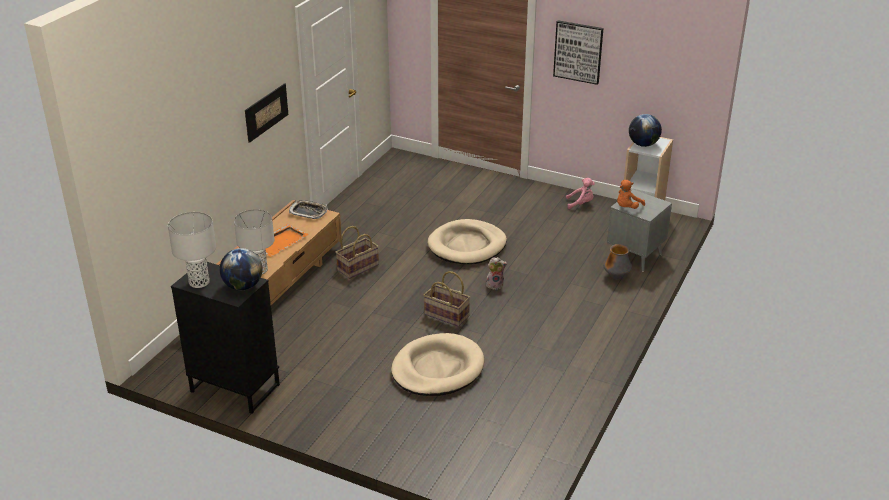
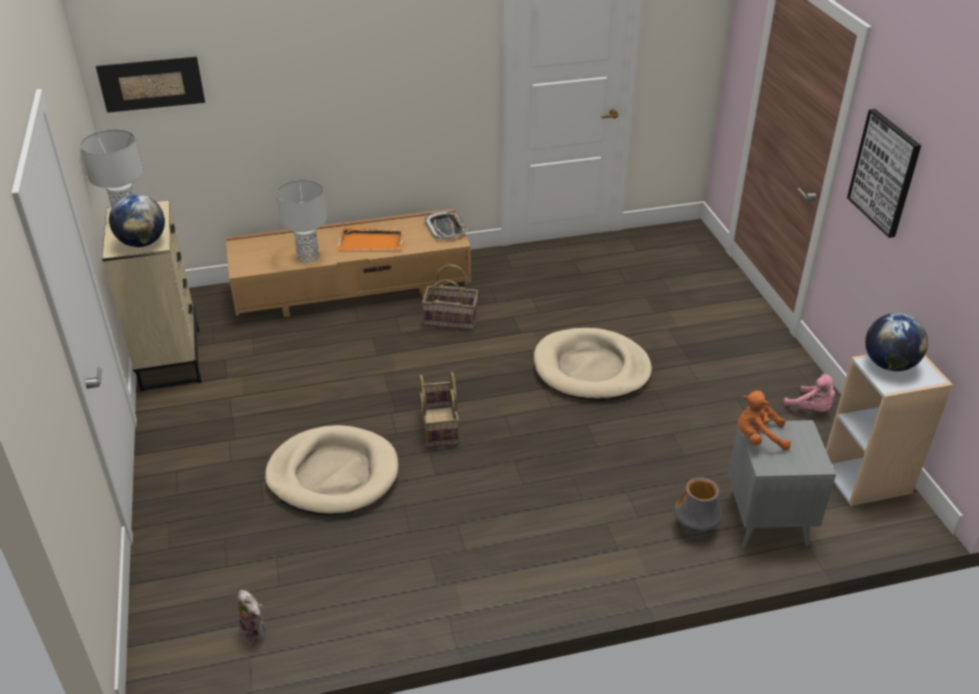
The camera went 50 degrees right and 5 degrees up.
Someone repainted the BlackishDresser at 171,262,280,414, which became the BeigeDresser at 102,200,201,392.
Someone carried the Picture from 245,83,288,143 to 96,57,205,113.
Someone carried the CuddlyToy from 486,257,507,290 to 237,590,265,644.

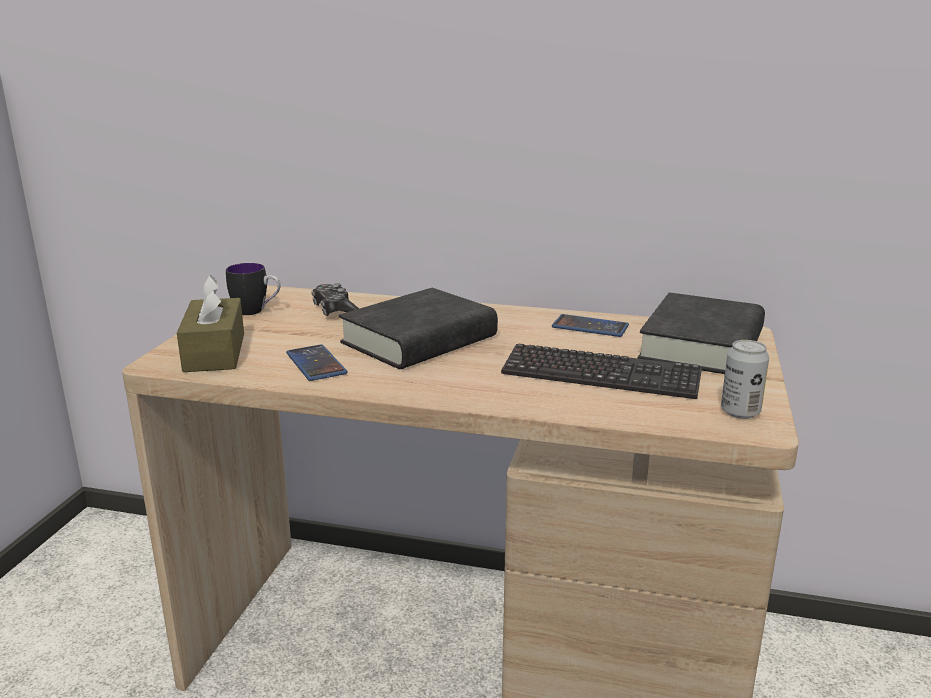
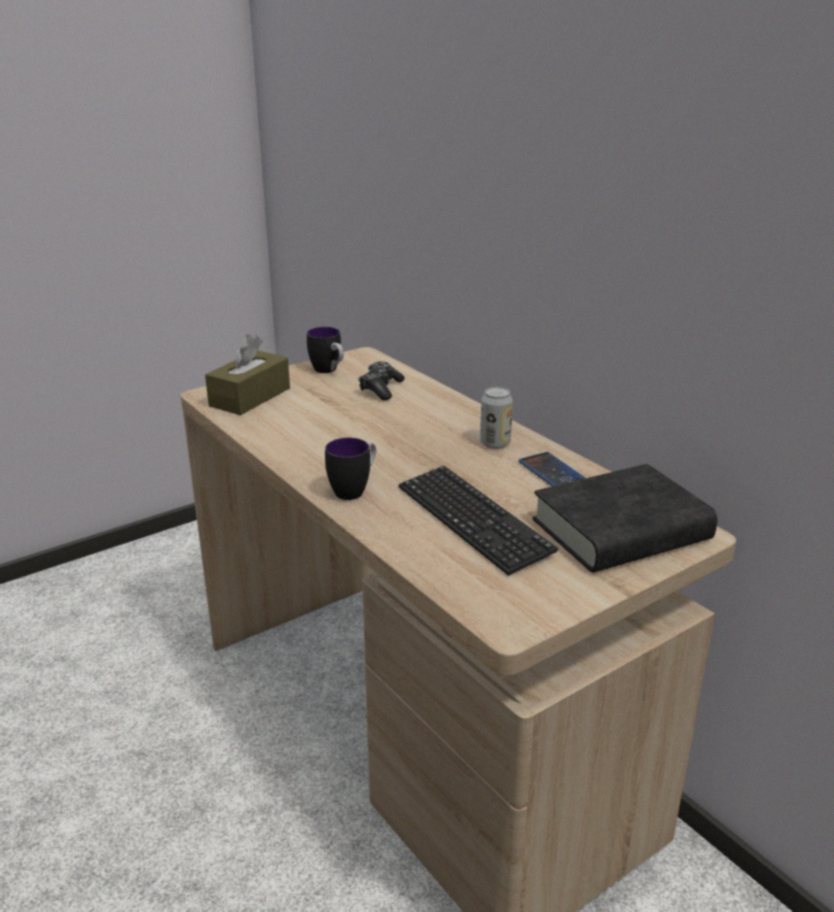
The camera went 40 degrees right and 5 degrees up.
Someone took away the Telephone at 286,344,348,381.
Someone took away the BlackishVolume at 339,288,498,369.
Someone carried the SealedCan from 721,340,769,419 to 480,387,513,449.
Someone put down the Mug at 325,438,376,500.

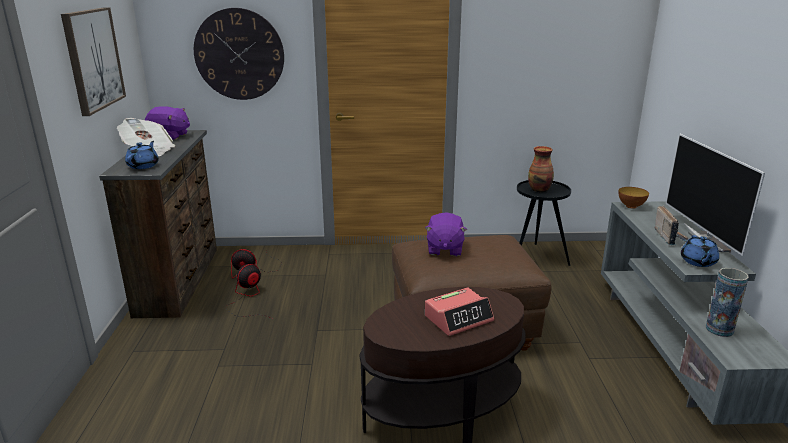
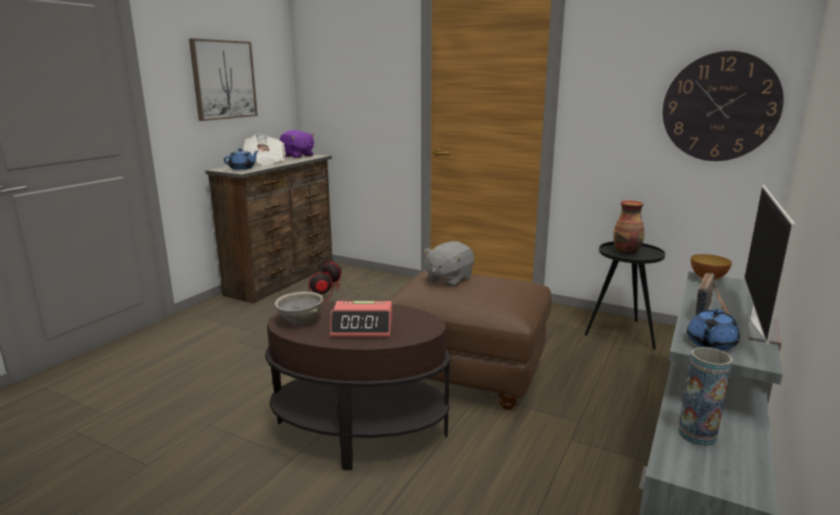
The camera went 30 degrees right and 5 degrees down.
Someone carried the HangingClock from 194,8,284,100 to 663,51,784,161.
Someone repainted the PurplishCuddlyToy at 425,212,467,256, which became the GreyCuddlyToy at 423,241,474,287.
Someone put down the GreyBowl at 275,292,323,324.

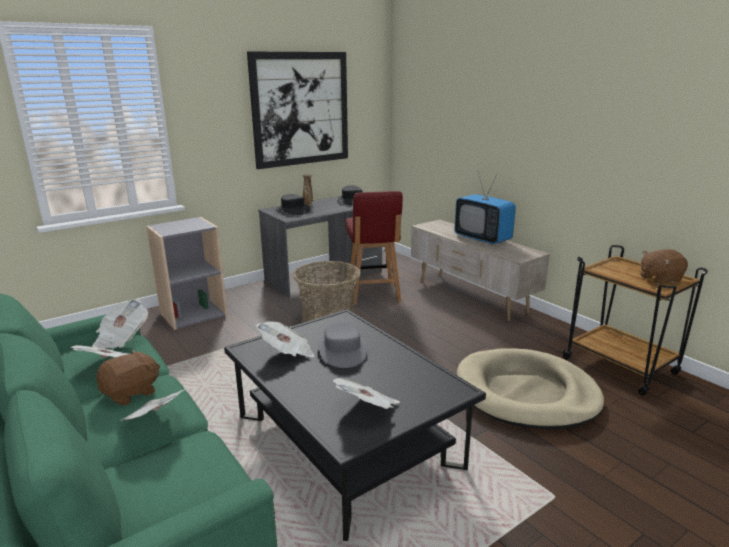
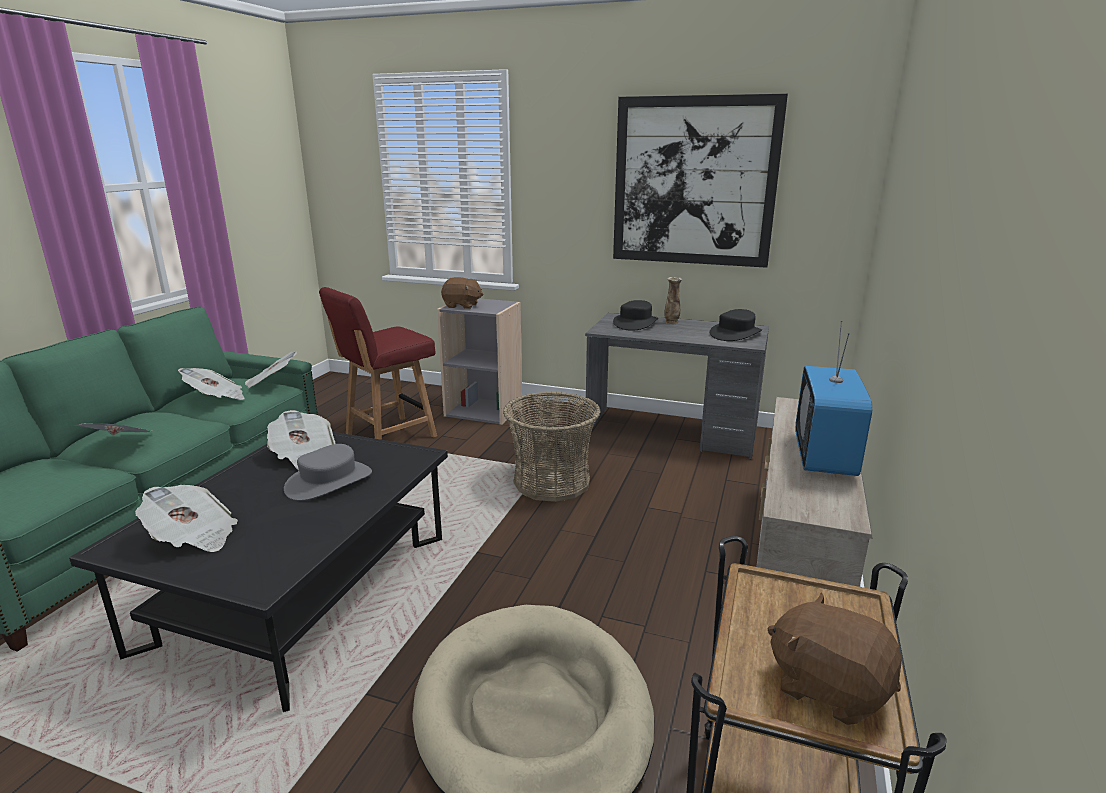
The camera went 55 degrees right and 0 degrees up.
Someone carried the BrownCuddlyToy from 96,350,160,405 to 441,277,483,309.
Someone carried the ReddishPlainChair from 346,191,403,305 to 319,287,437,440.

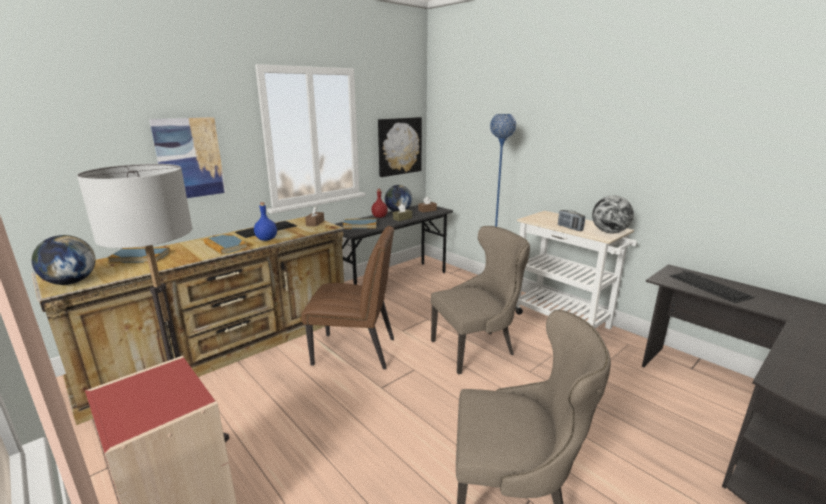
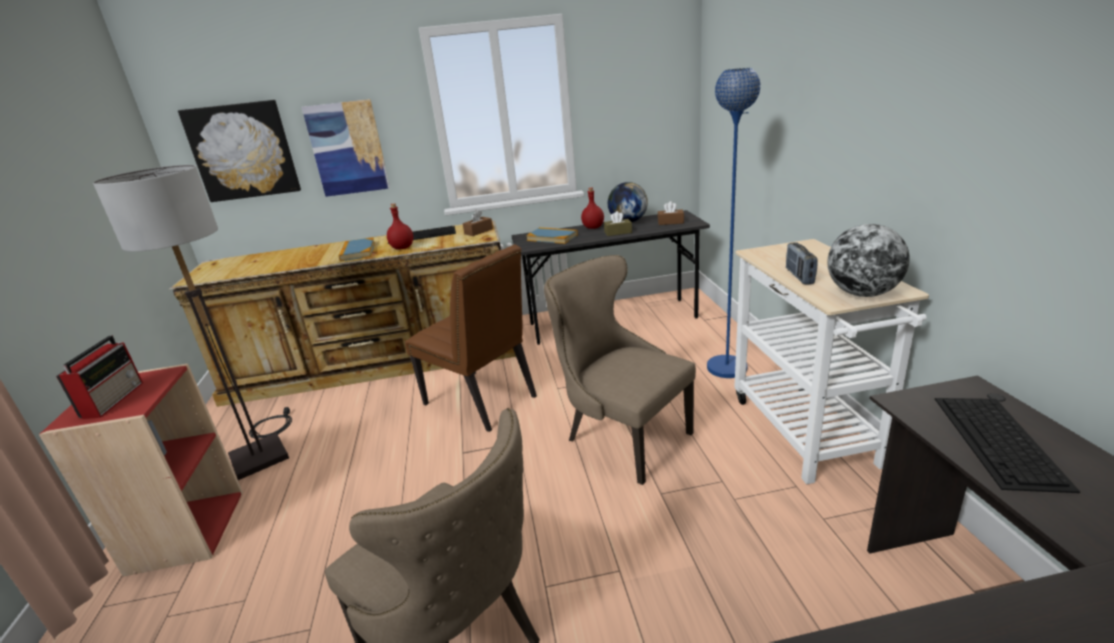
The camera went 35 degrees right and 5 degrees up.
Someone took away the WorldGlobe at 32,235,96,285.
Someone took away the Volume at 108,247,170,263.
Someone repainted the BlueBeverageBottle at 254,202,277,241, which became the ReddishBeverageBottle at 387,203,413,250.
Someone carried the Picture from 378,117,422,177 to 178,100,301,202.
Someone rotated the BeigePlainChair at 431,226,530,375 by 150 degrees counterclockwise.
Someone put down the RadioReceiver at 56,335,143,419.

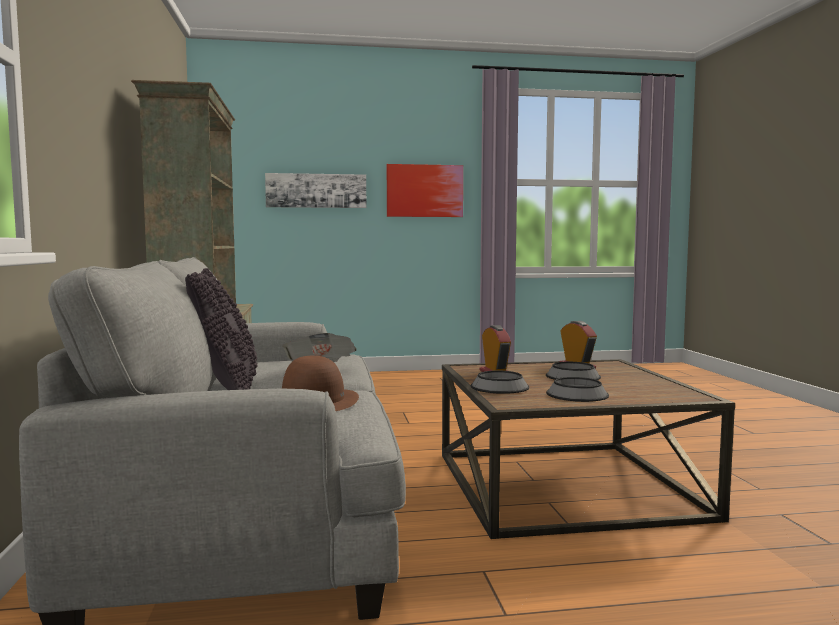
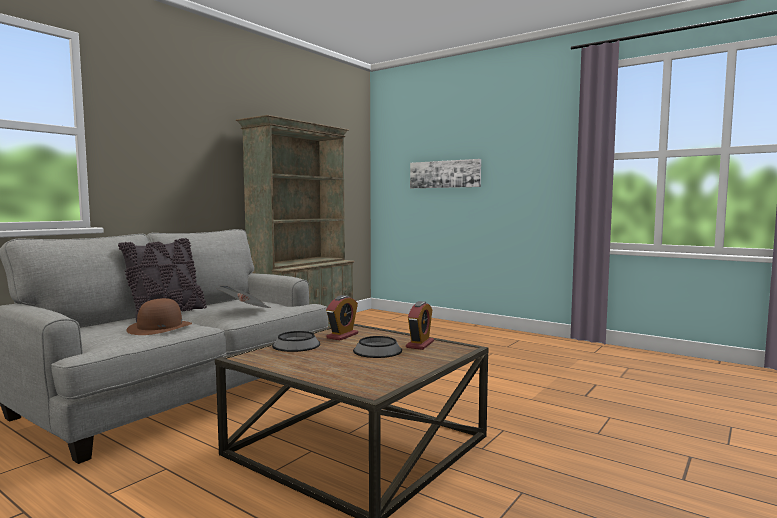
The camera went 45 degrees right and 0 degrees up.
Someone took away the Picture at 387,164,463,217.
Someone took away the Bowl at 546,377,609,402.

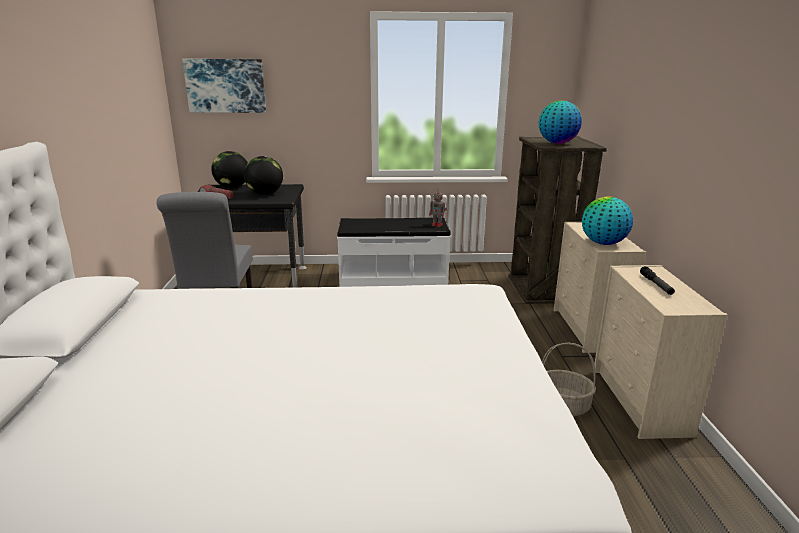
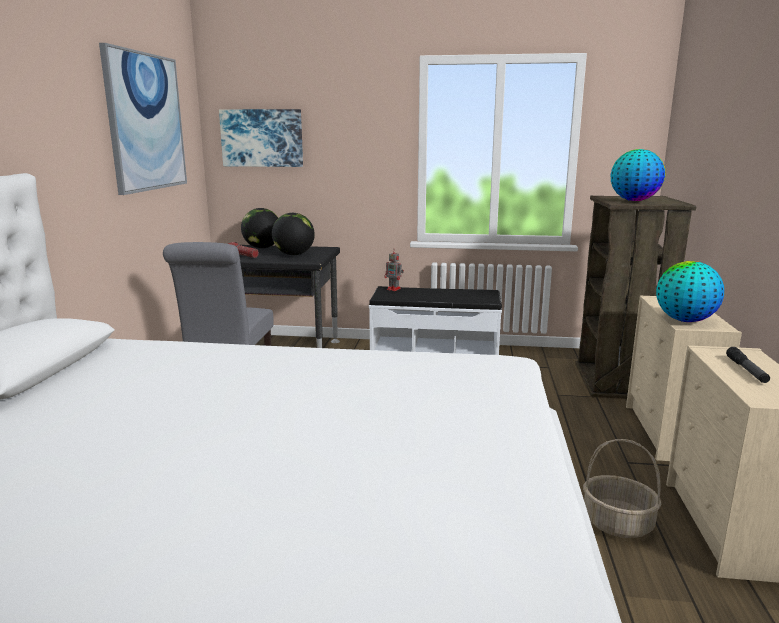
The camera went 10 degrees right and 5 degrees down.
Someone carried the RobotFigure from 429,191,447,227 to 384,251,404,291.
Someone put up the Picture at 99,43,187,195.

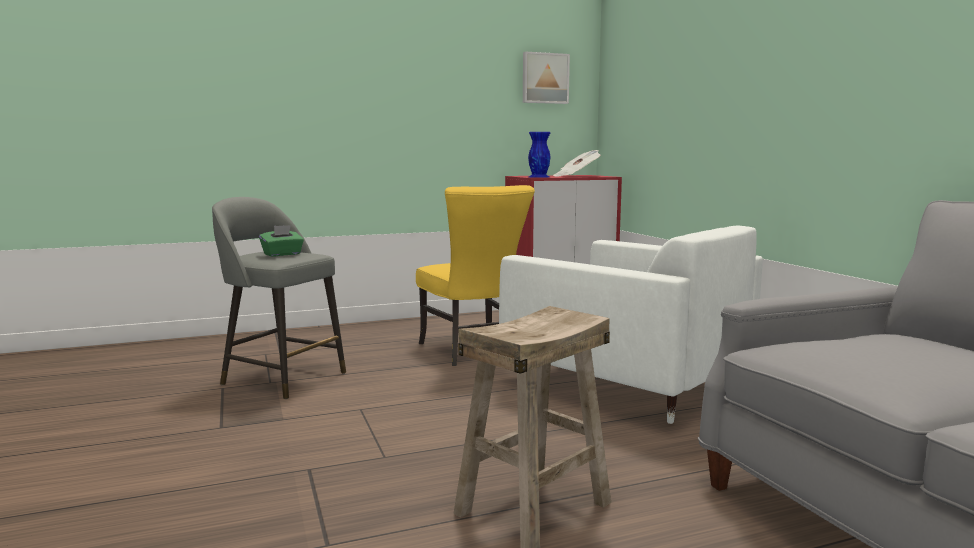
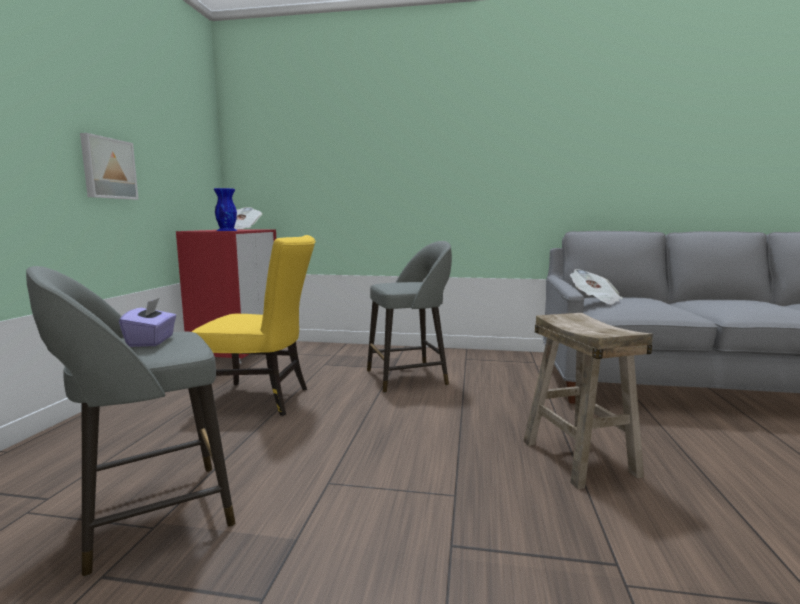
The camera went 60 degrees left and 0 degrees up.
Someone repainted the GreenTissueHolder at 259,225,304,256, which became the PurplishTissueHolder at 119,298,176,347.
Someone swapped the WhiteColouredArmchair at 499,225,763,424 for the GreyStoolSeat at 367,241,452,393.
Someone carried the Picture from 523,52,570,104 to 80,133,139,200.
Someone put down the PrintedPaper at 570,269,622,305.

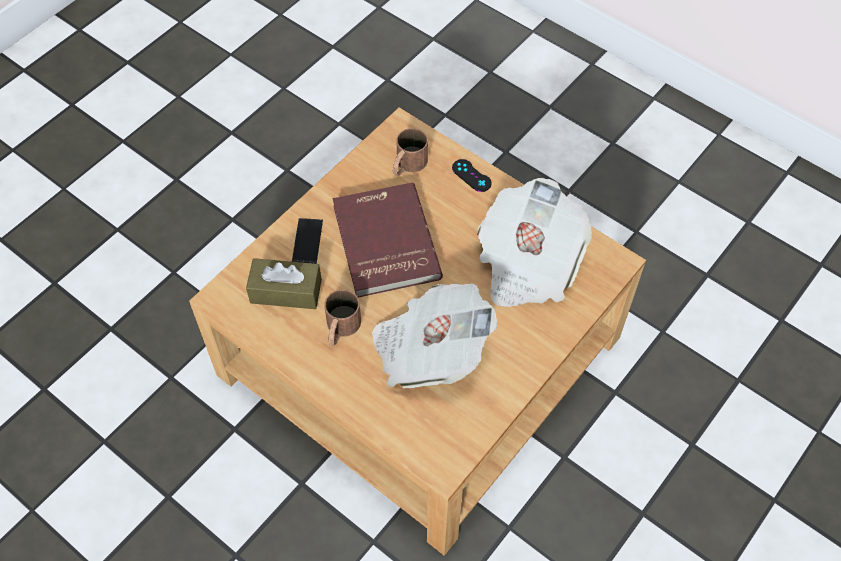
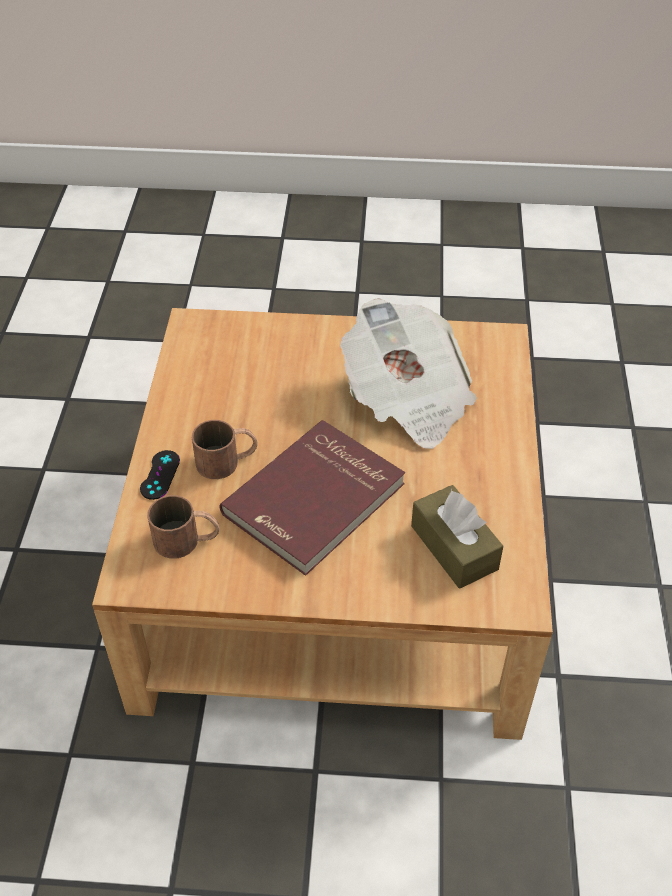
The camera went 125 degrees left and 10 degrees down.
Someone took away the Telephone at 292,218,323,264.
Someone carried the BrownMug from 324,289,361,346 to 192,420,257,479.
Someone took away the PrintedPaper at 477,178,592,307.

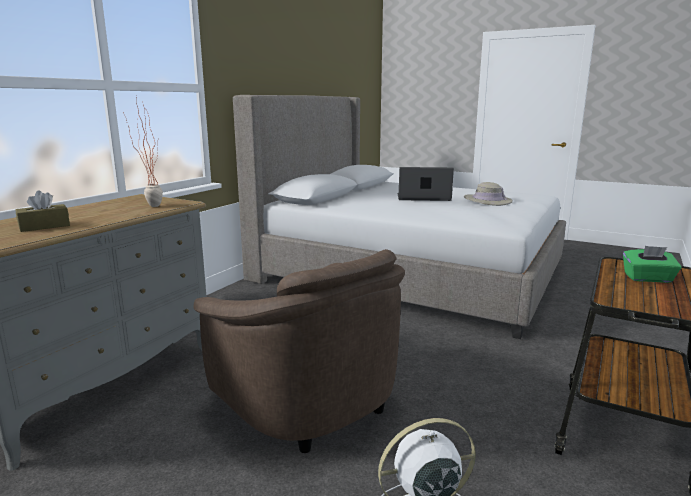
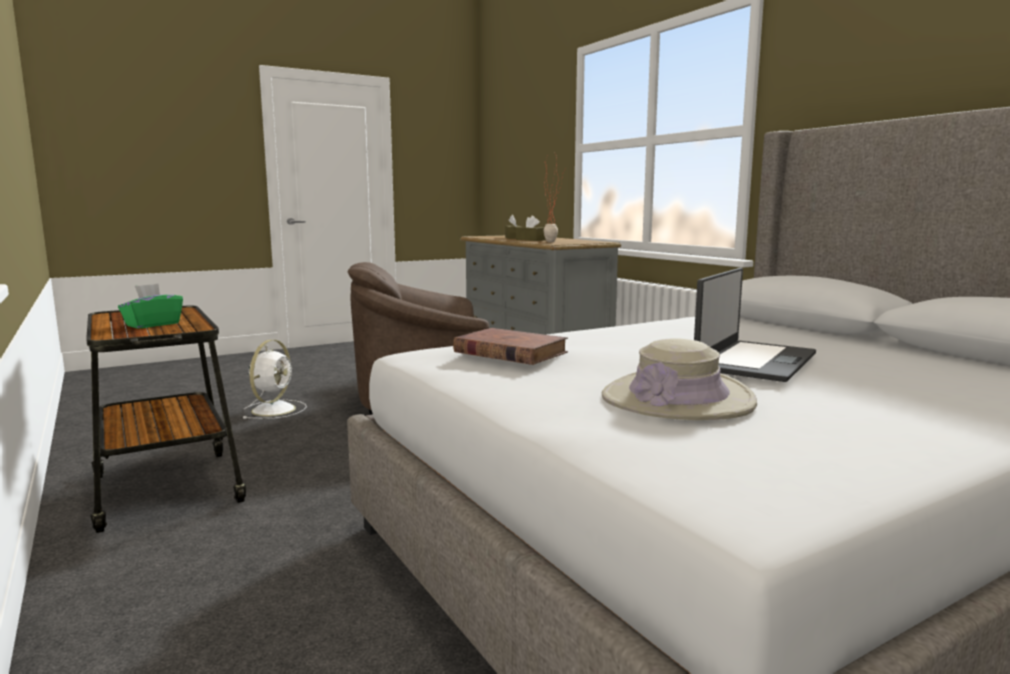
The camera went 120 degrees right and 5 degrees down.
Someone put down the BrownVolume at 453,328,568,365.
Someone put down the BrownTissueHolder at 516,215,546,241.

